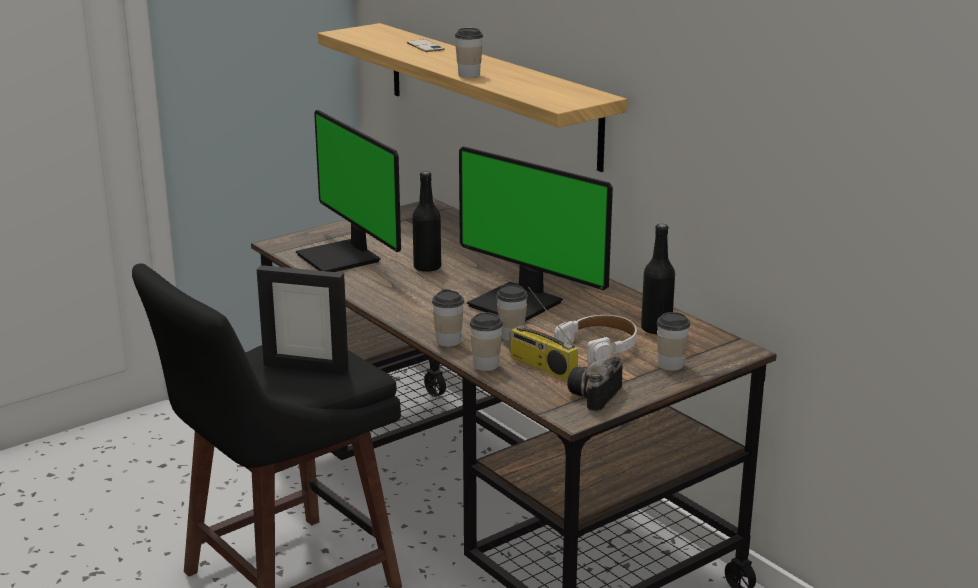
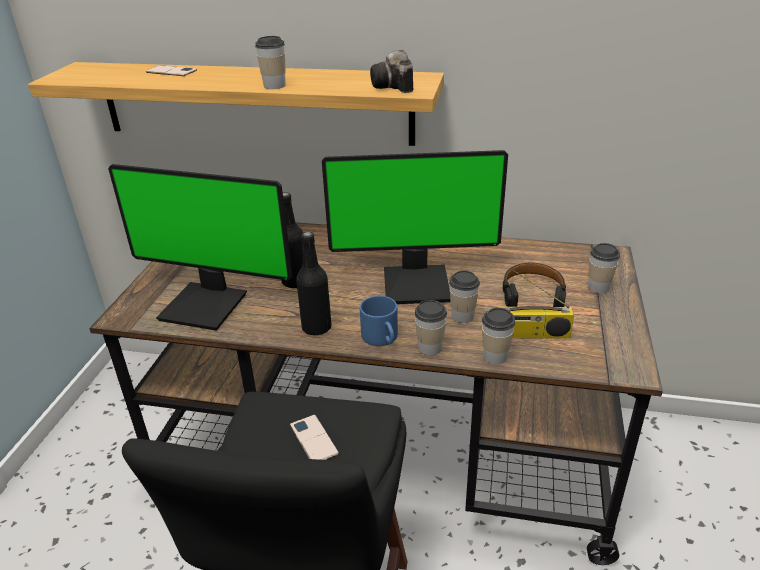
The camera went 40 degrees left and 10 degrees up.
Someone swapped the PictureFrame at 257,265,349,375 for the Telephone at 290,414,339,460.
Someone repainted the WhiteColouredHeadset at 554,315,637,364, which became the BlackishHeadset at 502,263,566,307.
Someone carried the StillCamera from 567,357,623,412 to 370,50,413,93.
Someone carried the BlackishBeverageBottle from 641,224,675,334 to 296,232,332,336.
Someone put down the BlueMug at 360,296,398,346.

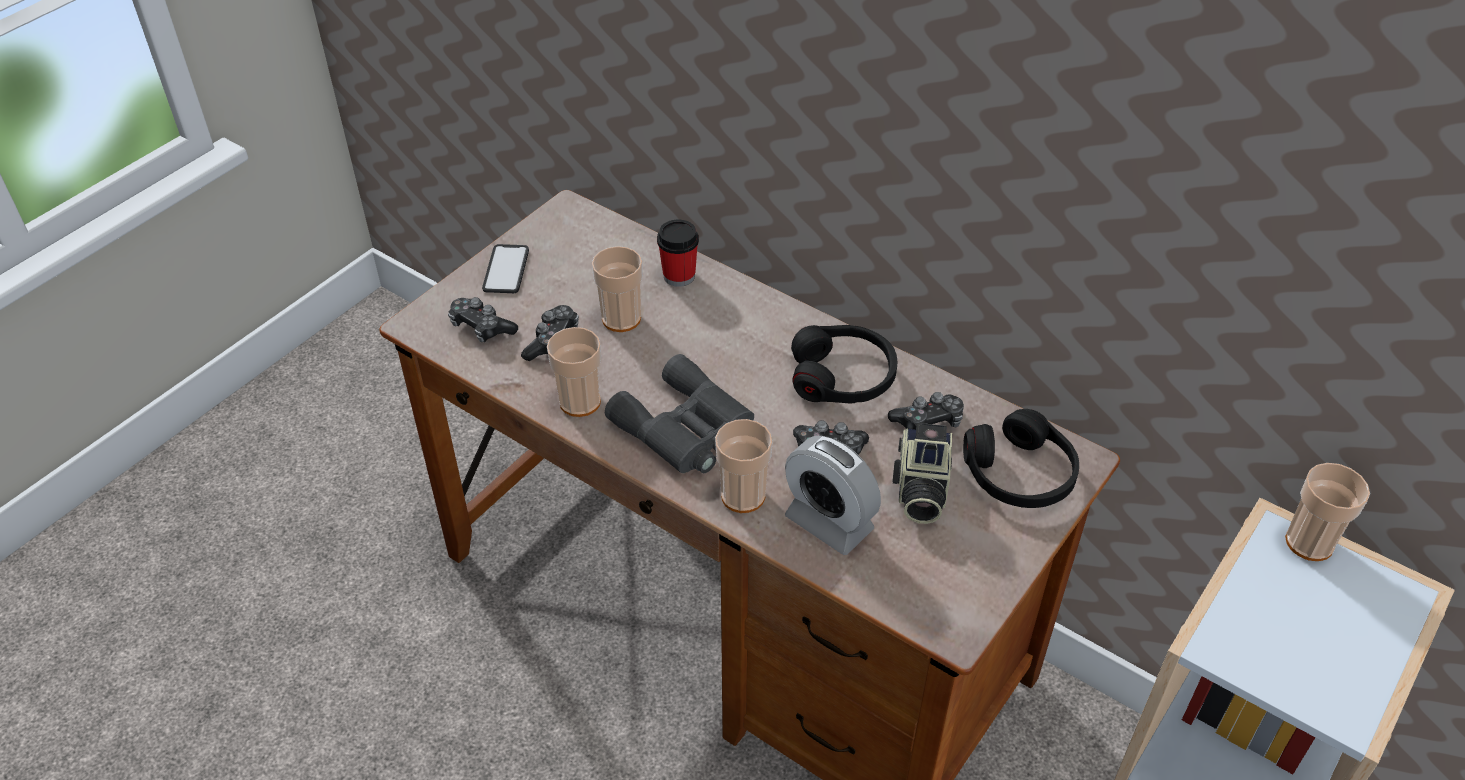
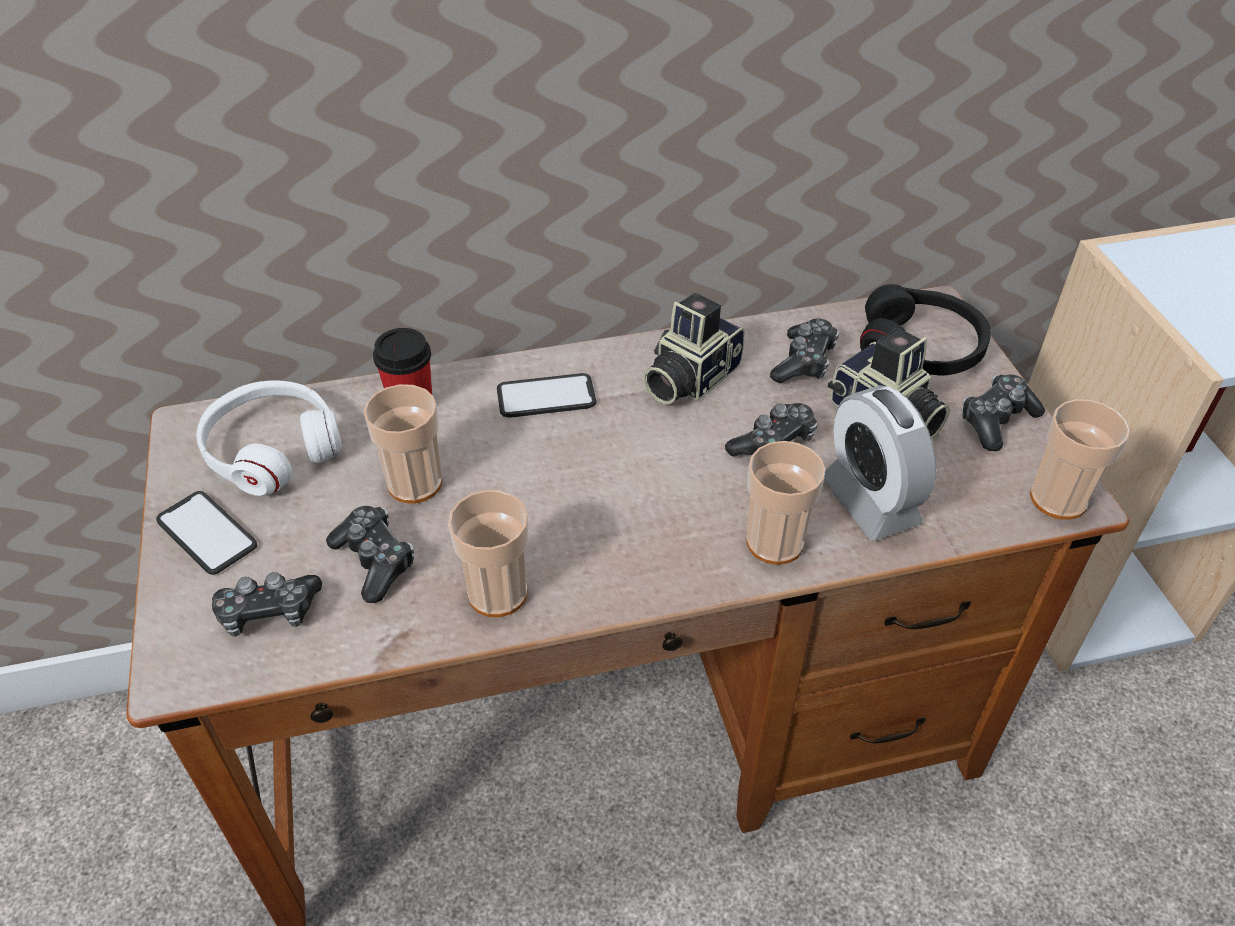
The camera went 50 degrees left and 0 degrees up.
Someone took away the GreyBinoculars at 605,354,754,473.
Someone rotated the BedsideClock at 785,436,881,555 by 75 degrees clockwise.
Someone swapped the BlackishHeadset at 791,325,897,403 for the StillCamera at 643,293,745,404.
Someone carried the SmallCup from 1285,463,1370,561 to 1030,399,1130,520.
Someone put down the WhiteColouredHeadset at 196,381,342,496.
Someone put down the Telephone at 497,373,597,418.
Someone put down the GameController at 962,374,1045,451.

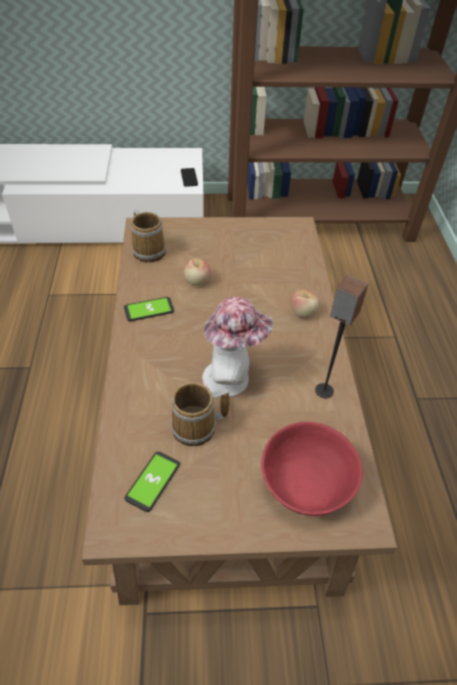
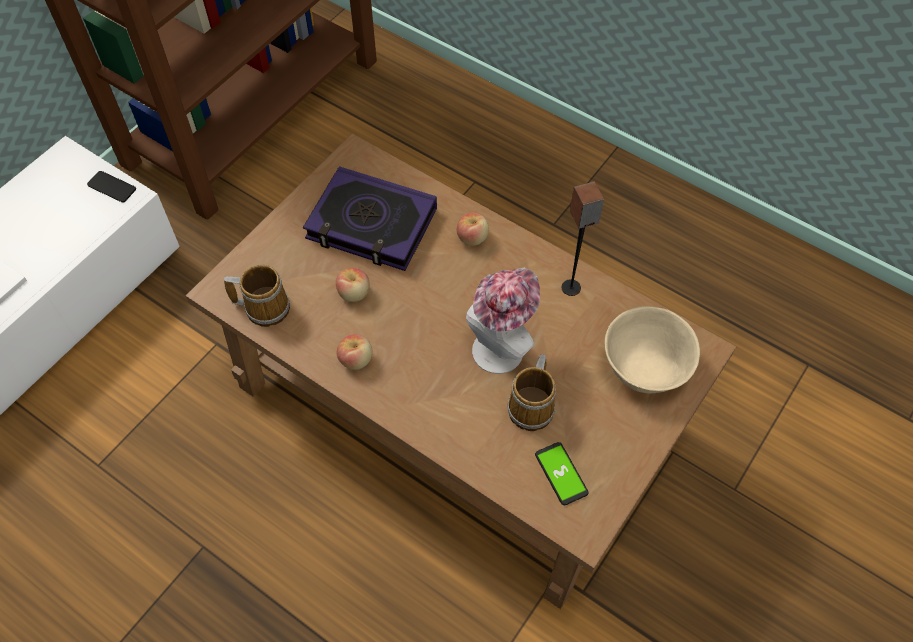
The camera went 50 degrees left and 10 degrees up.
Someone swapped the Telephone at 124,297,174,321 for the Apple at 337,334,373,370.
Someone repainted the ReddishBowl at 261,422,363,516, which became the BeigeBowl at 605,306,700,393.
Someone put down the Volume at 303,166,437,271.

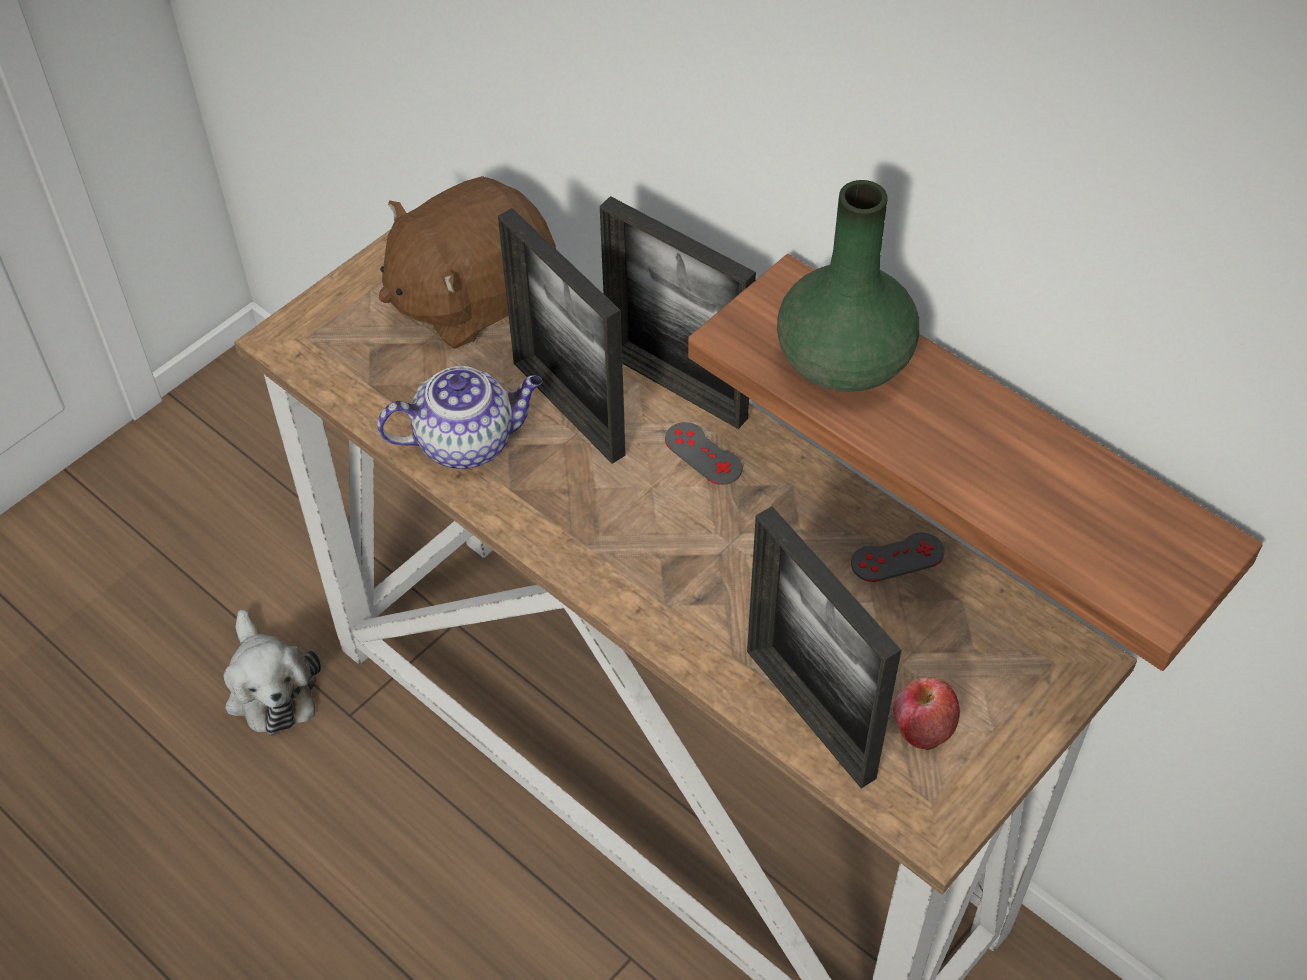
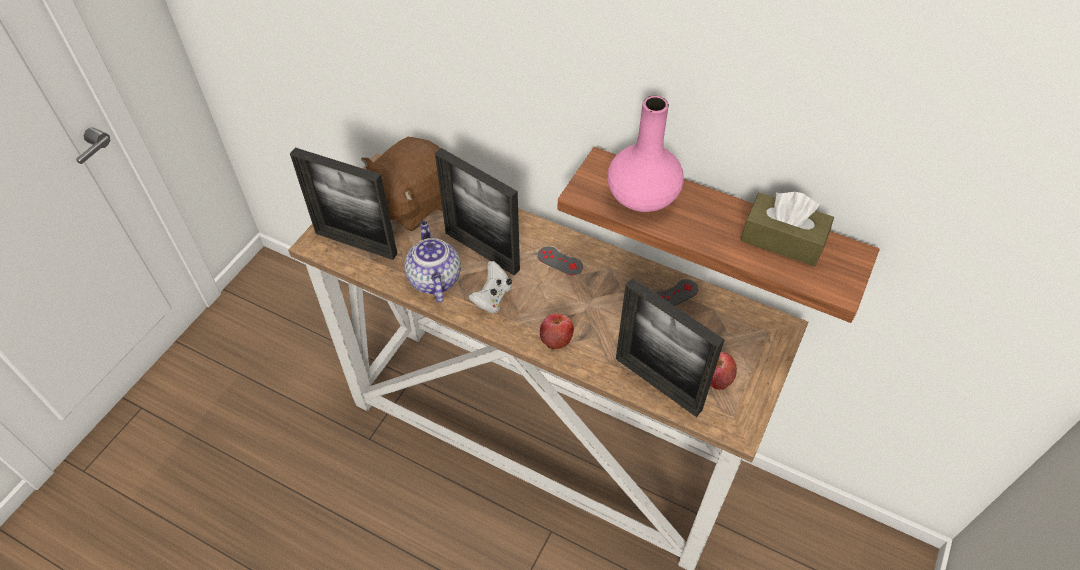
The camera went 15 degrees left and 0 degrees up.
Someone took away the CuddlyToy at 224,609,321,736.
Someone rotated the PotForTea at 377,366,542,469 by 75 degrees counterclockwise.
Someone carried the PictureFrame from 600,196,756,429 to 290,148,398,260.
Someone repainted the GreenFlowerVase at 777,180,919,392, which became the PinkFlowerVase at 607,96,684,212.
Someone put down the WhiteColouredGameController at 468,261,512,314.
Someone put down the Apple at 540,313,574,349.
Someone put down the BrownTissueHolder at 740,192,834,266.

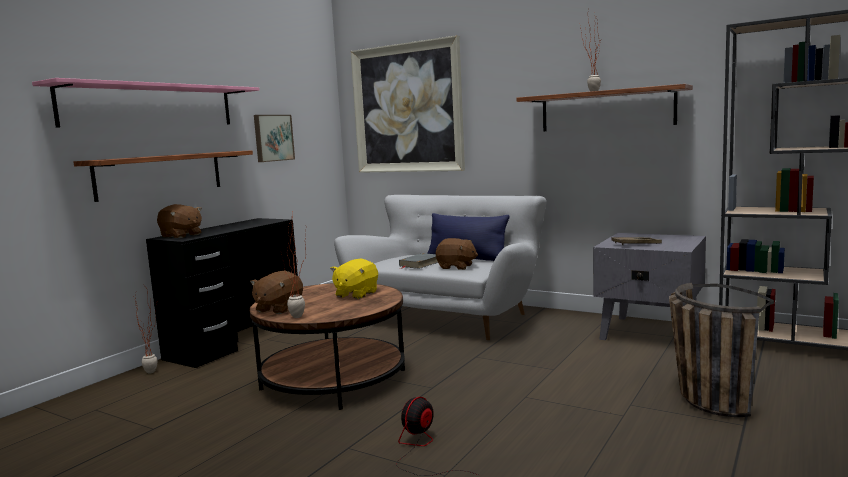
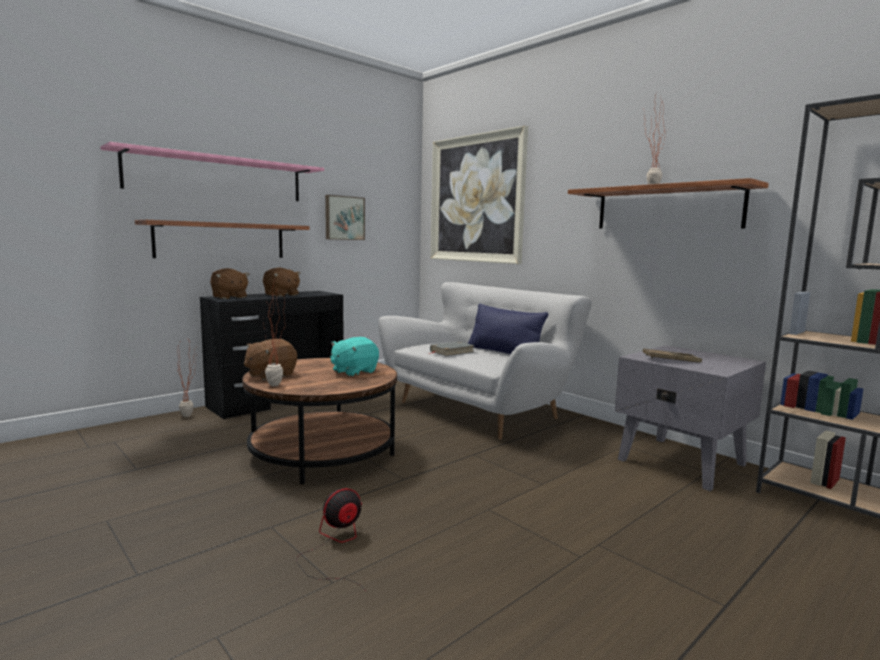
The camera went 15 degrees right and 0 degrees up.
Someone repainted the YellowishCuddlyToy at 330,259,378,299, which became the TurquoiseColouredCuddlyToy at 331,337,379,377.
Someone carried the BrownCuddlyToy from 435,238,478,270 to 263,268,301,297.
Someone took away the Basket at 669,283,774,417.

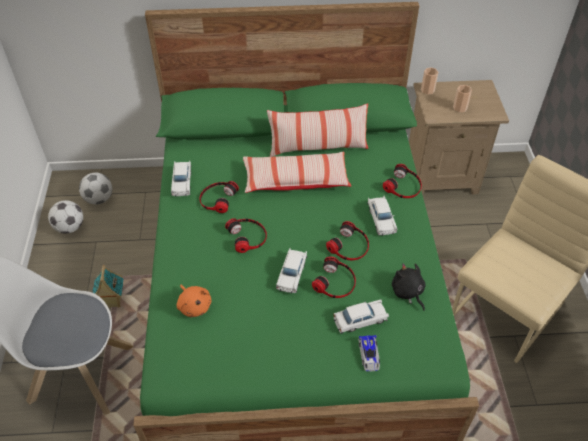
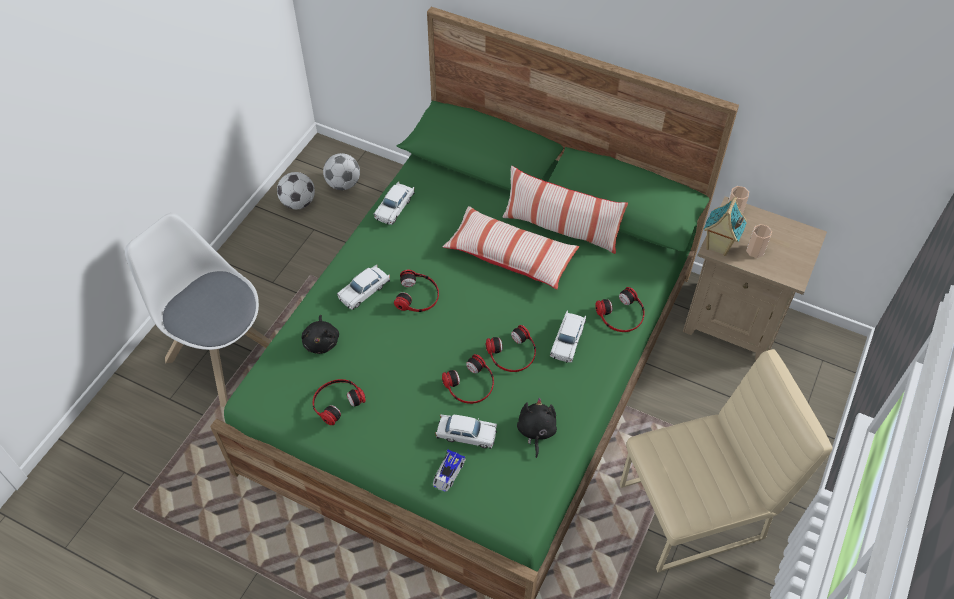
The camera went 30 degrees right and 5 degrees up.
Someone carried the ModelHouse from 92,265,124,308 to 704,196,747,256.
Someone repainted the OrangeCuddlyToy at 177,285,212,317, which became the BlackishCuddlyToy at 301,315,339,354.
Someone carried the Headset from 200,181,239,213 to 313,379,366,425.
Someone carried the WhiteColouredToyCar from 276,248,307,294 to 337,264,390,310.

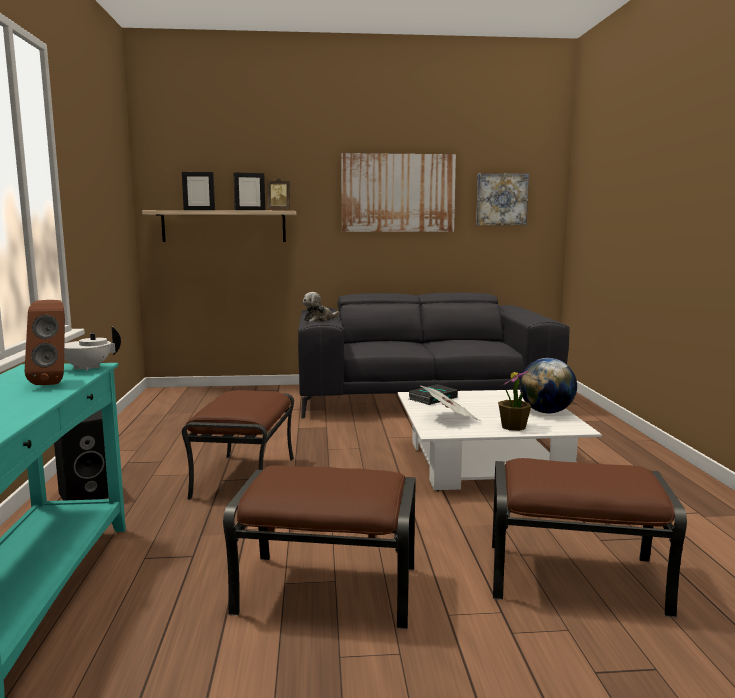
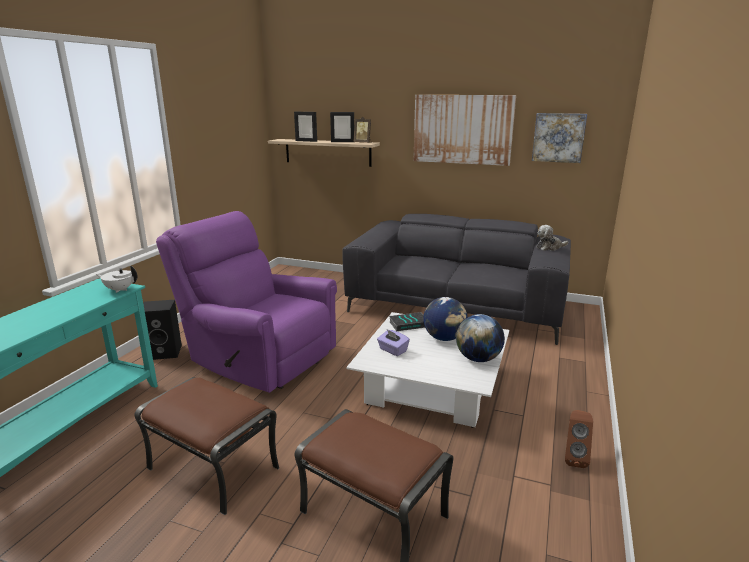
The camera went 25 degrees right and 10 degrees up.
Someone carried the BrownLoudspeaker from 25,300,65,385 to 565,410,593,468.
Someone swapped the BrownPouffe at 182,390,294,500 for the PurplishArmchair at 156,211,337,393.
Someone carried the CuddlyToy from 303,292,339,322 to 537,225,568,251.
Someone swapped the PrintedPaper at 419,385,481,421 for the PurplishTissueHolder at 377,330,410,356.
Someone took away the Houseplant at 498,370,531,431.
Someone put down the WorldGlobe at 423,297,468,341.

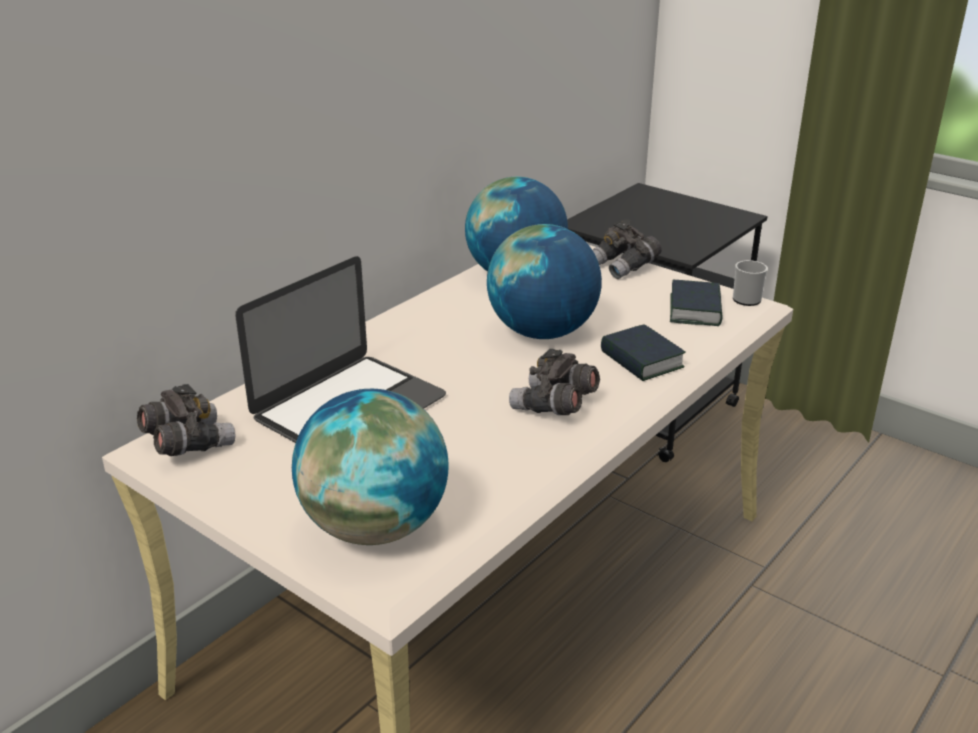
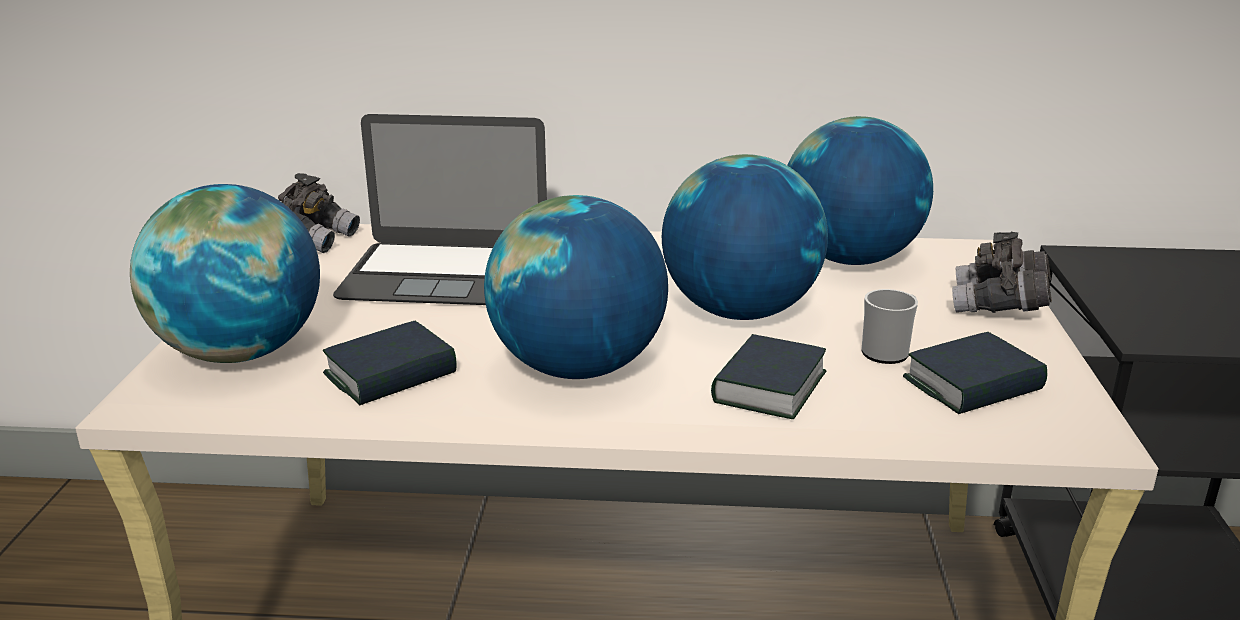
The camera went 55 degrees right and 5 degrees down.
Someone swapped the GreyBinoculars at 509,349,600,415 for the WorldGlobe at 484,195,668,379.
Someone carried the Mug from 733,260,768,306 to 861,289,918,364.
Someone put down the Volume at 323,321,457,405.

